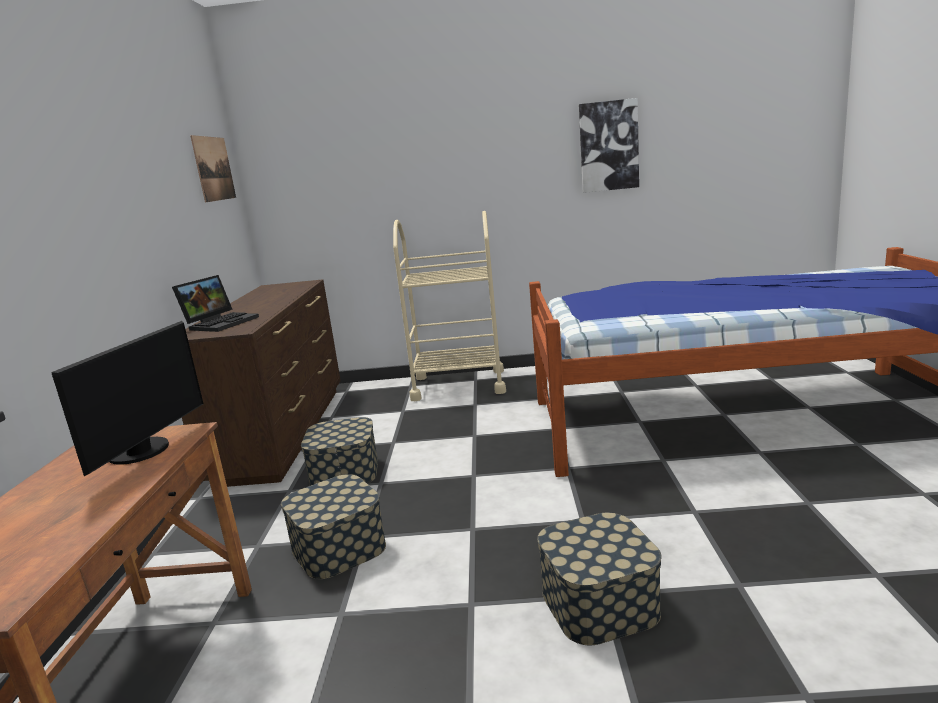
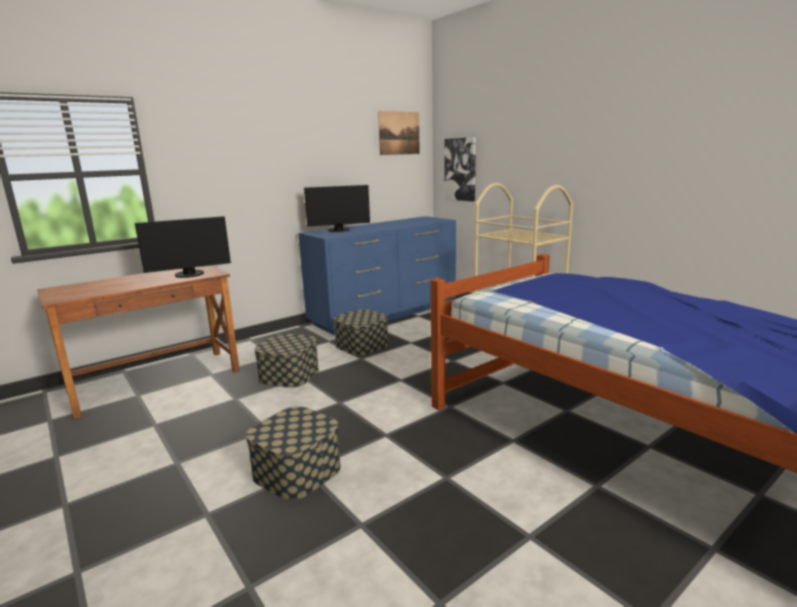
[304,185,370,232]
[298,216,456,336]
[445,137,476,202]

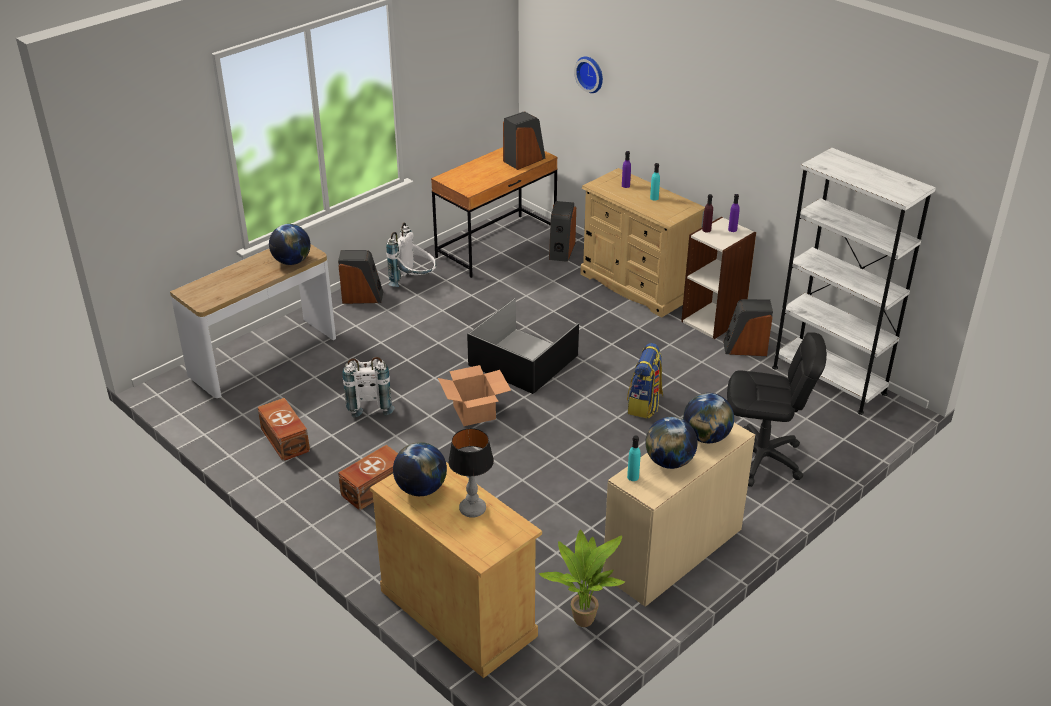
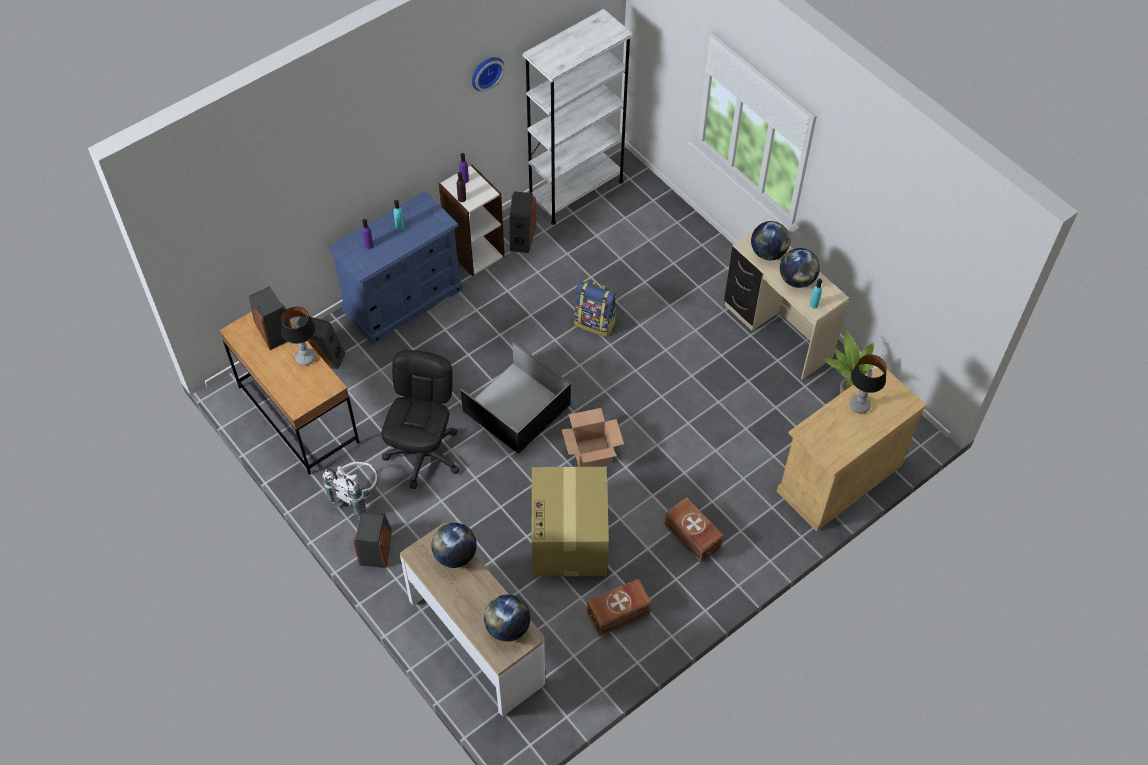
[532,467,609,577]
[484,595,530,642]
[472,57,505,92]
[328,191,463,345]
[381,350,460,489]
[281,306,316,366]

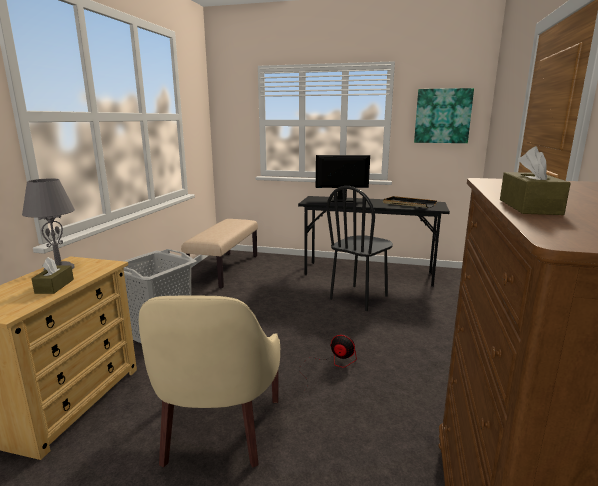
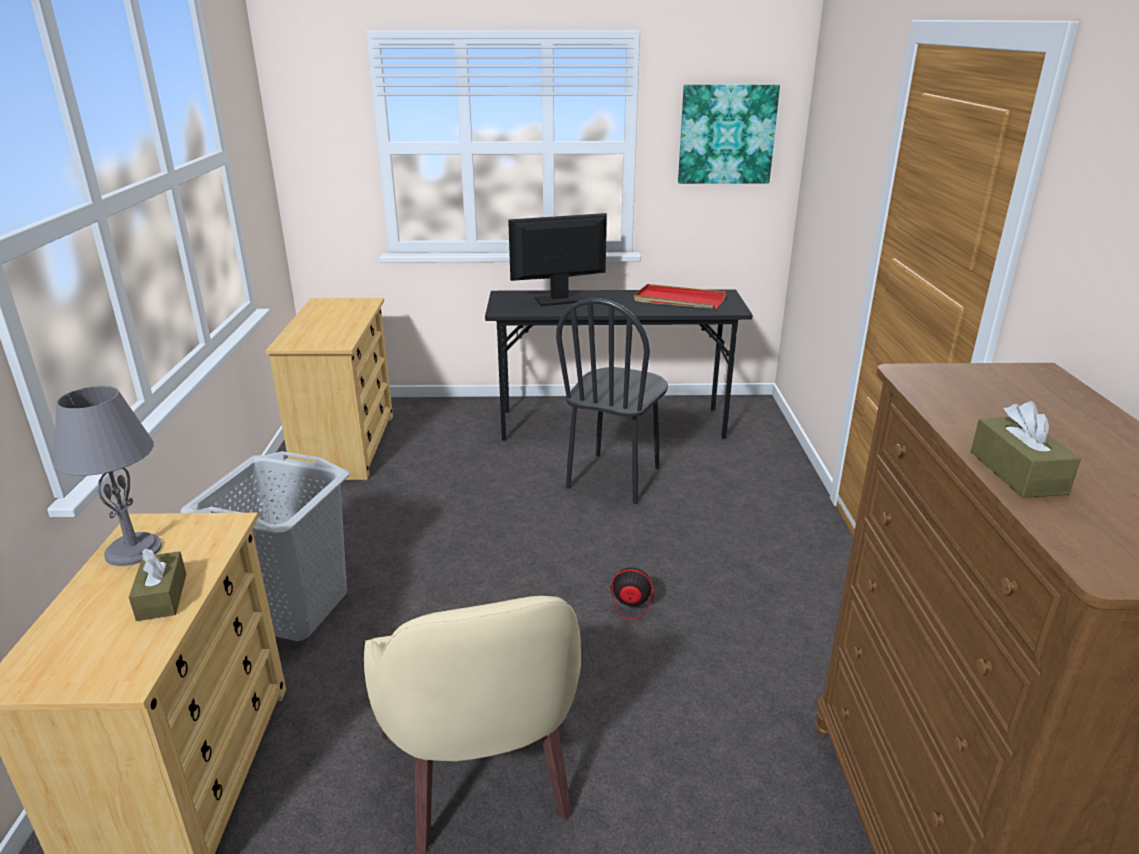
[265,298,393,480]
[634,284,726,309]

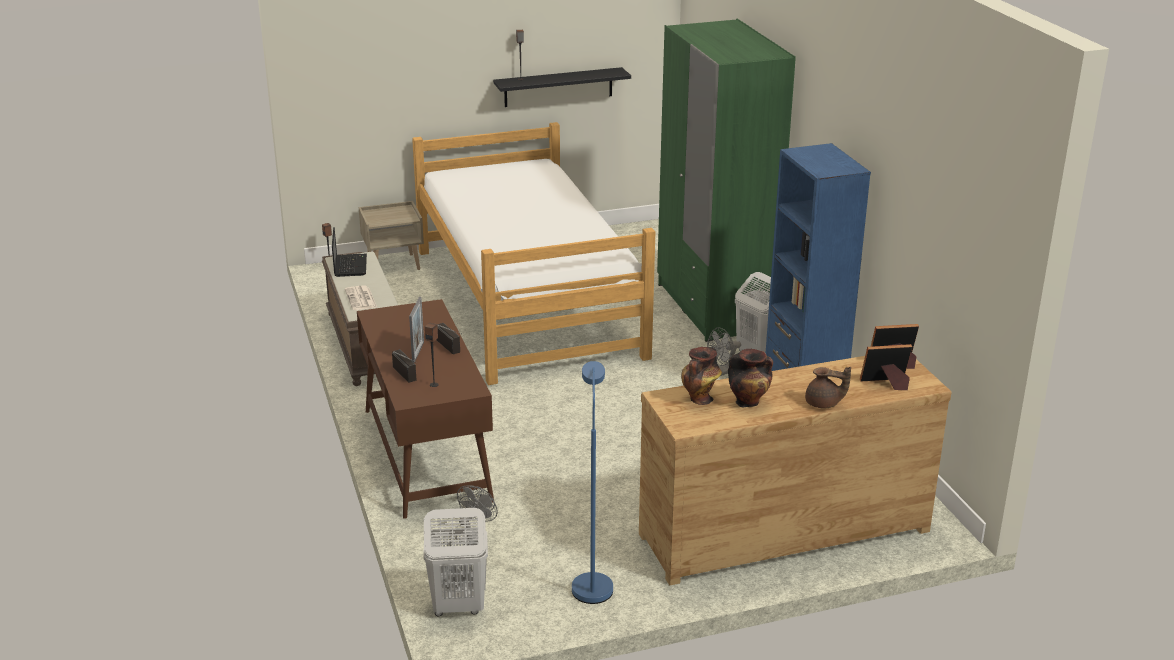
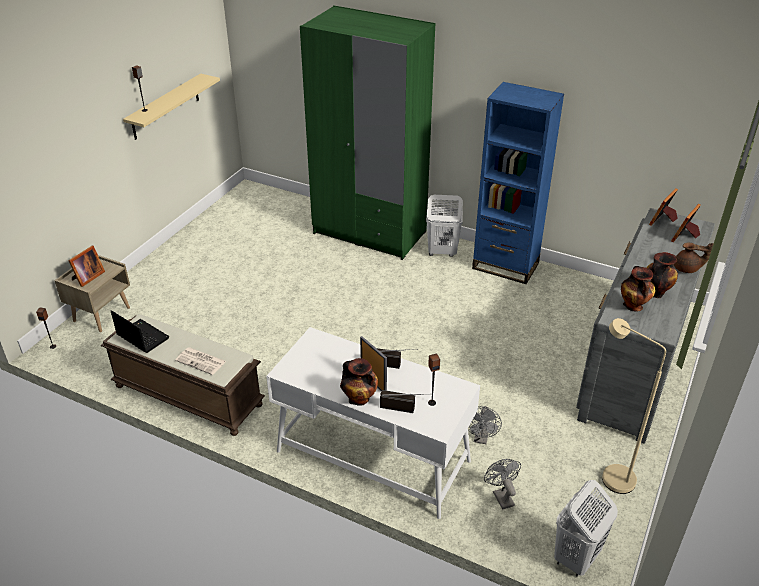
[266,327,480,519]
[412,122,655,385] (first image)
[123,74,220,140]
[602,318,666,494]
[576,208,715,443]
[468,406,502,444]
[674,242,713,273]
[68,246,105,287]
[340,358,378,406]

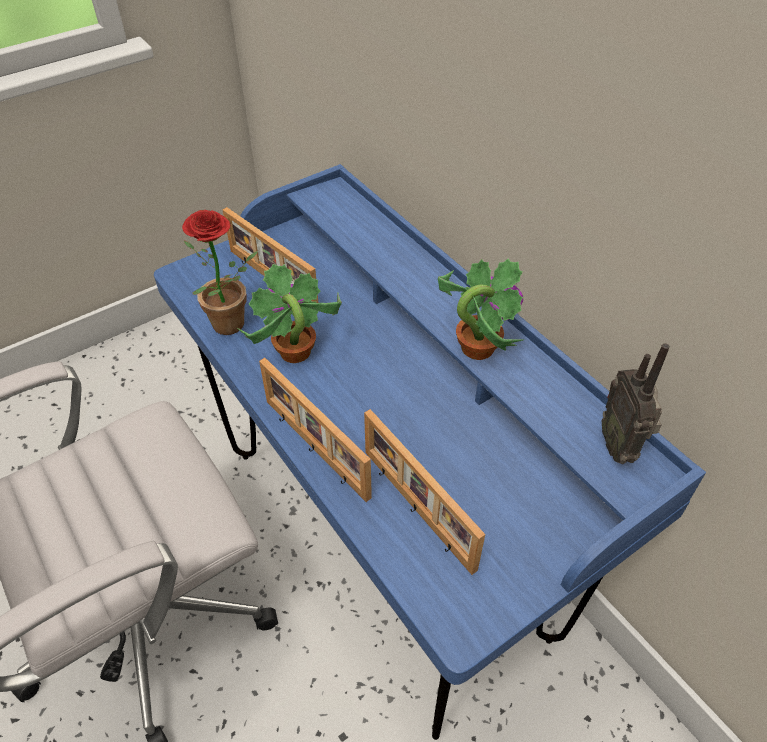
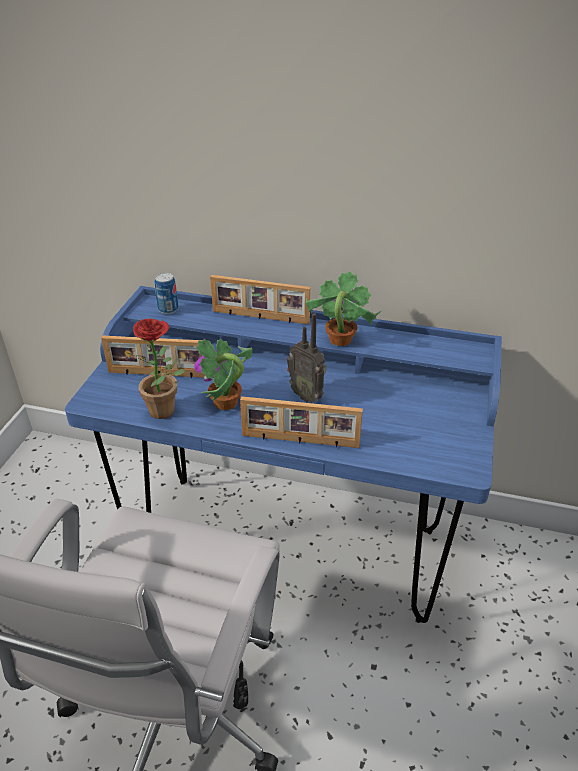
[210,275,311,324]
[287,313,326,403]
[155,273,179,314]

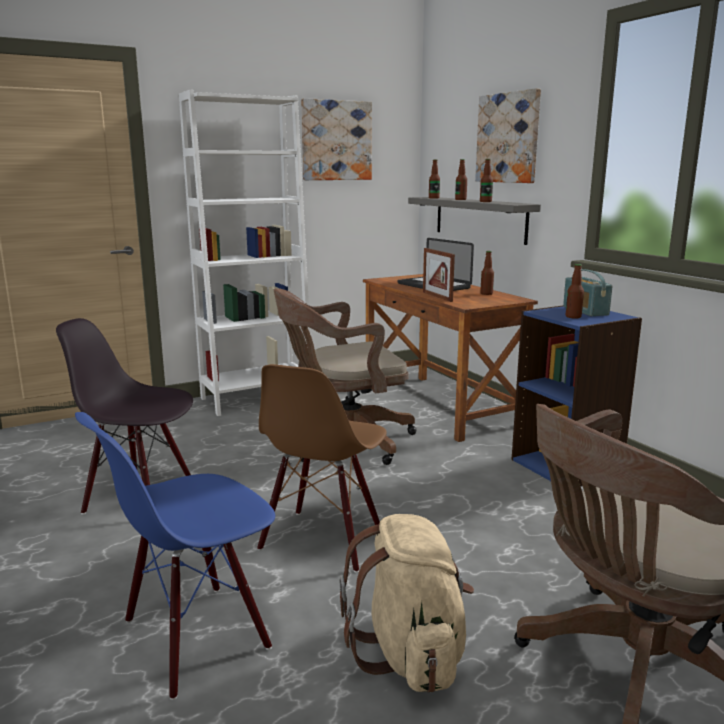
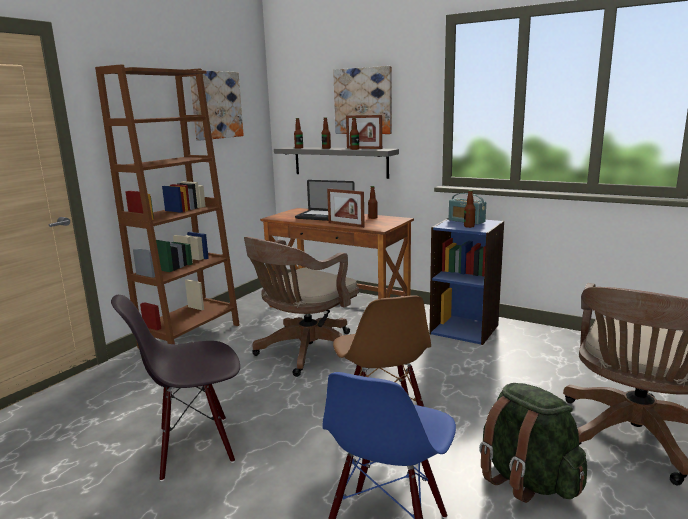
[95,65,240,348]
[479,383,587,503]
[346,115,382,149]

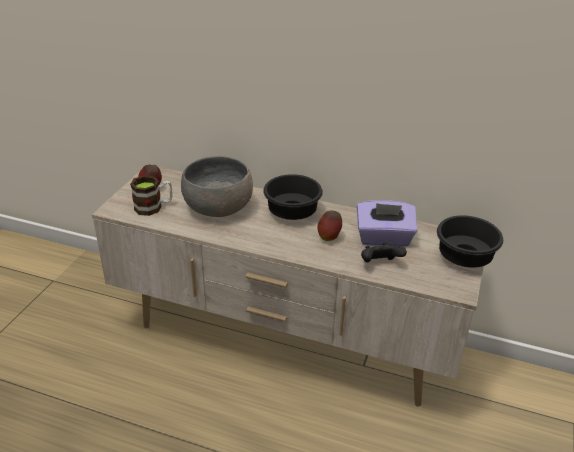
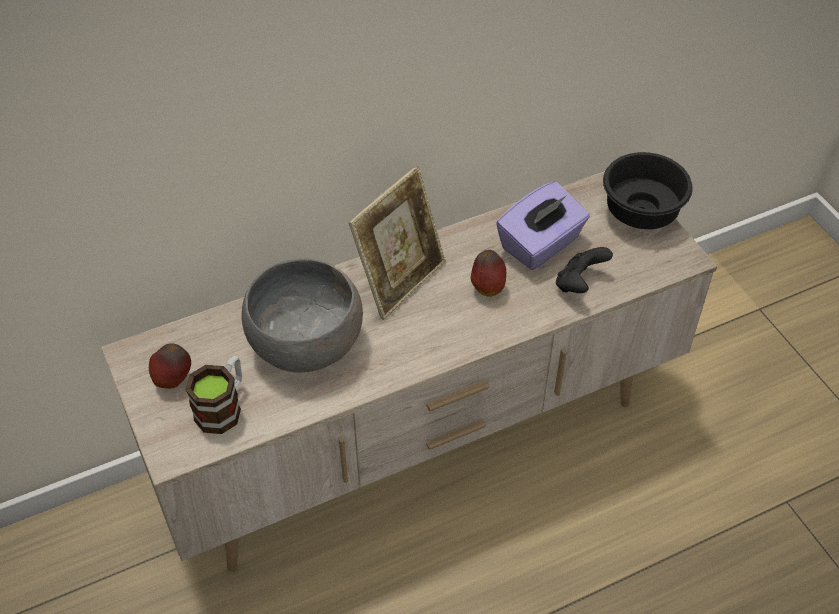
[349,166,446,320]

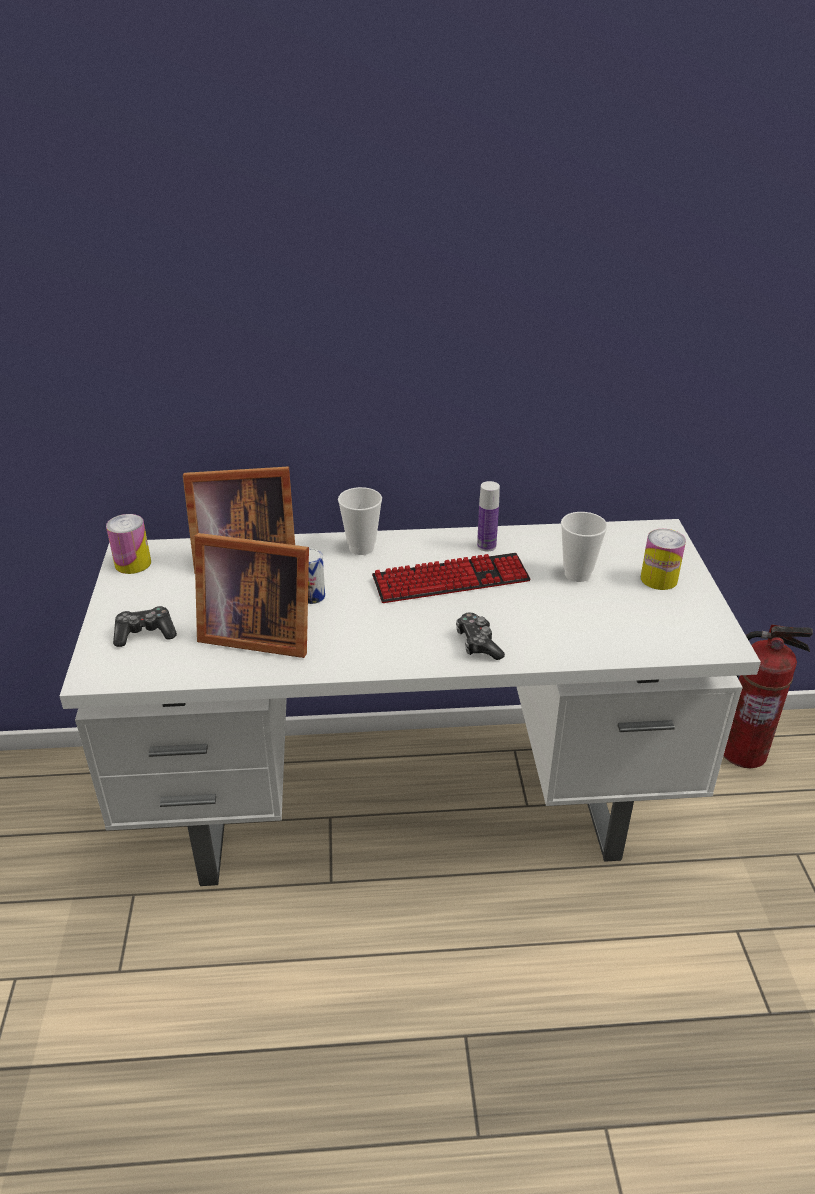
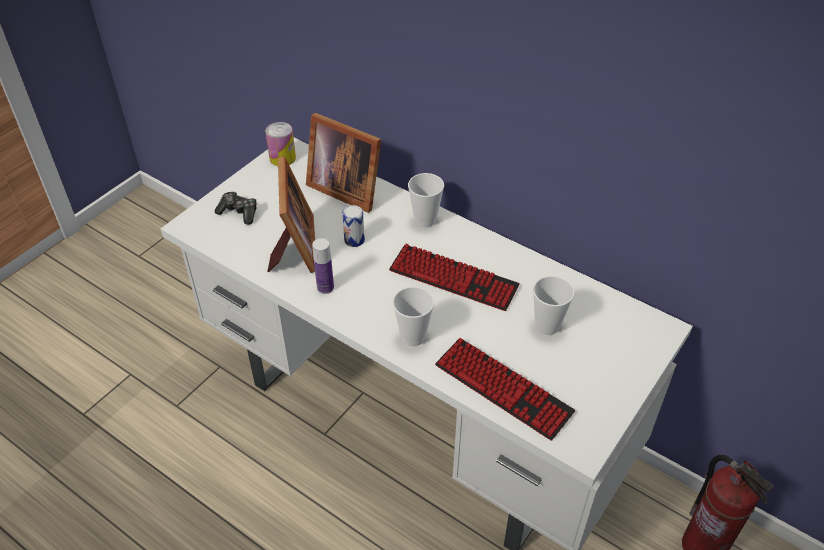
[267,156,315,273]
[393,287,434,346]
[312,238,334,294]
[641,529,686,590] (first image)
[435,338,575,440]

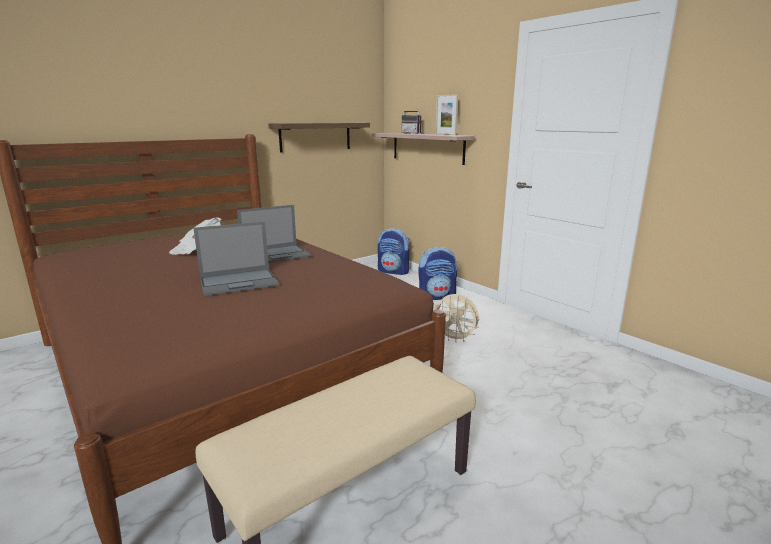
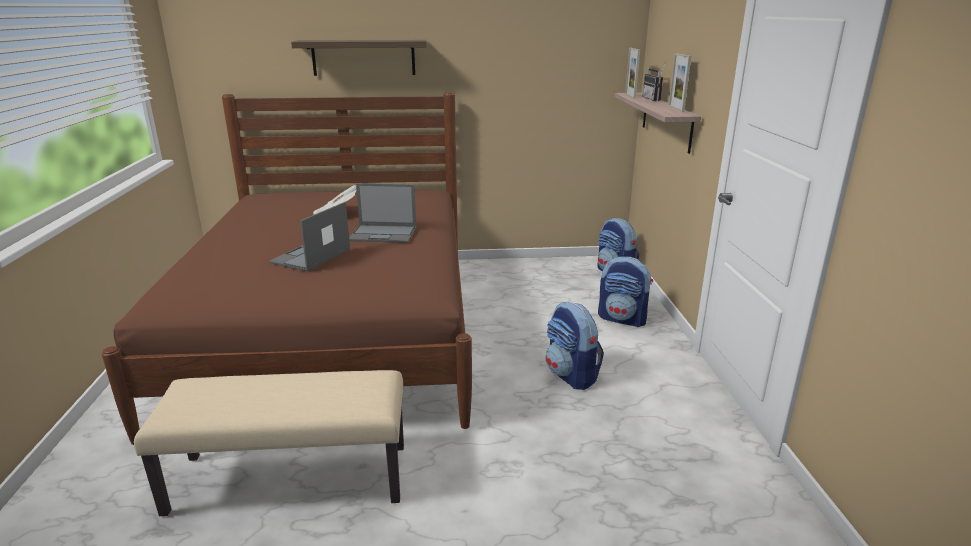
[269,202,350,271]
[291,40,427,76]
[546,302,604,390]
[625,48,640,99]

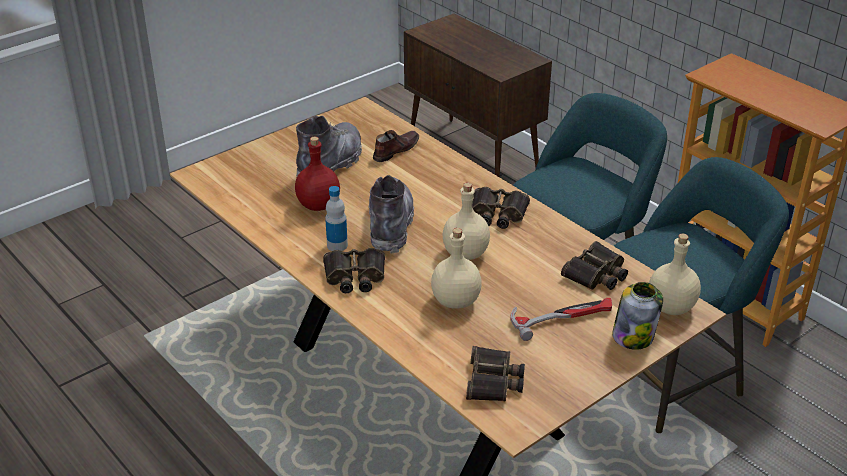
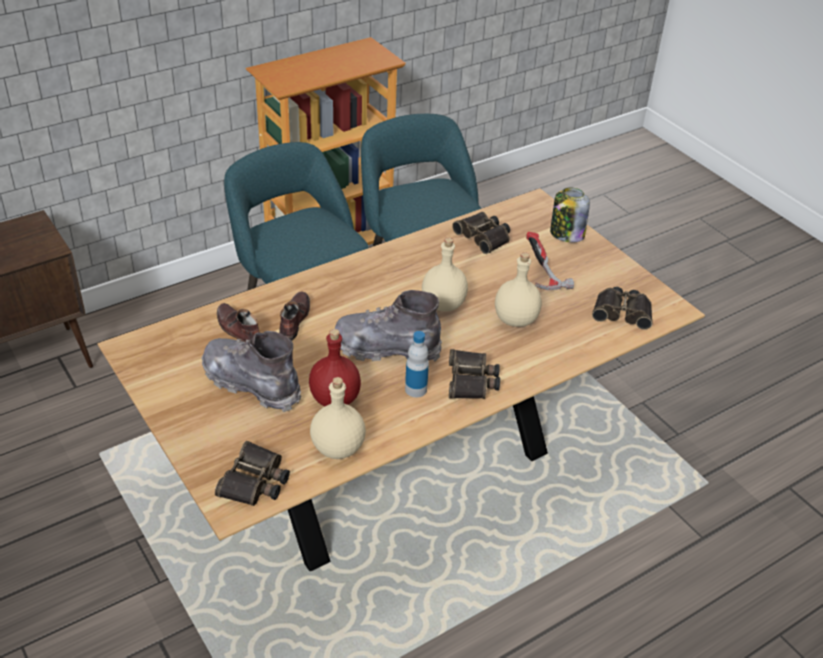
[215,441,290,506]
[310,377,366,459]
[279,291,310,341]

